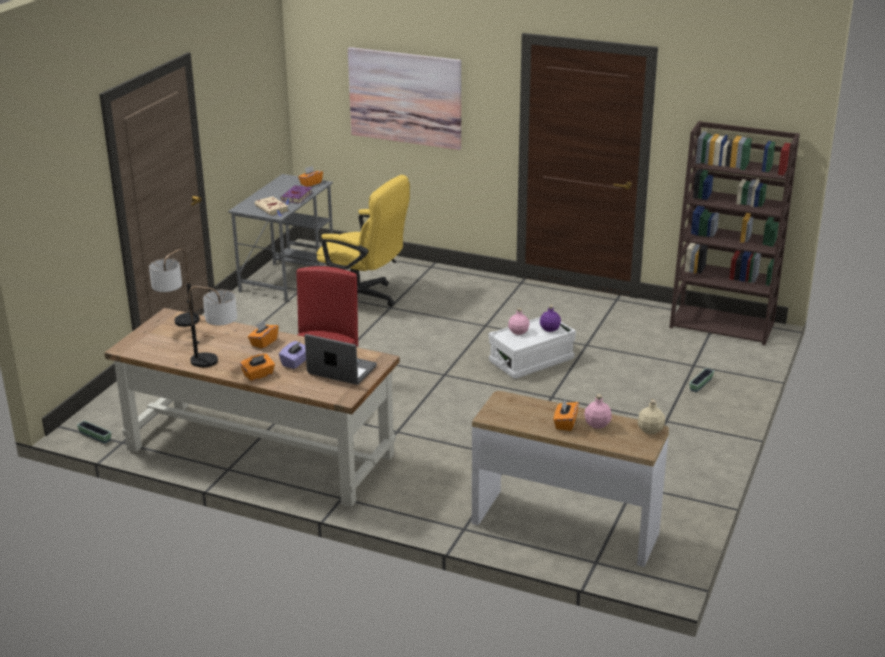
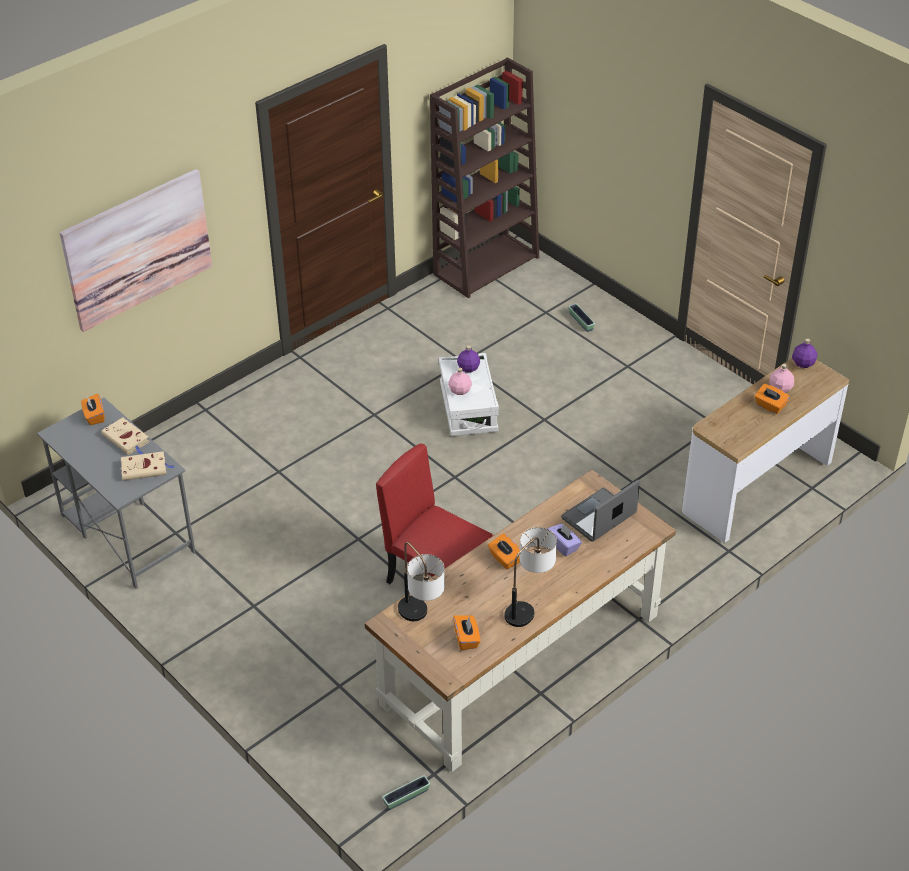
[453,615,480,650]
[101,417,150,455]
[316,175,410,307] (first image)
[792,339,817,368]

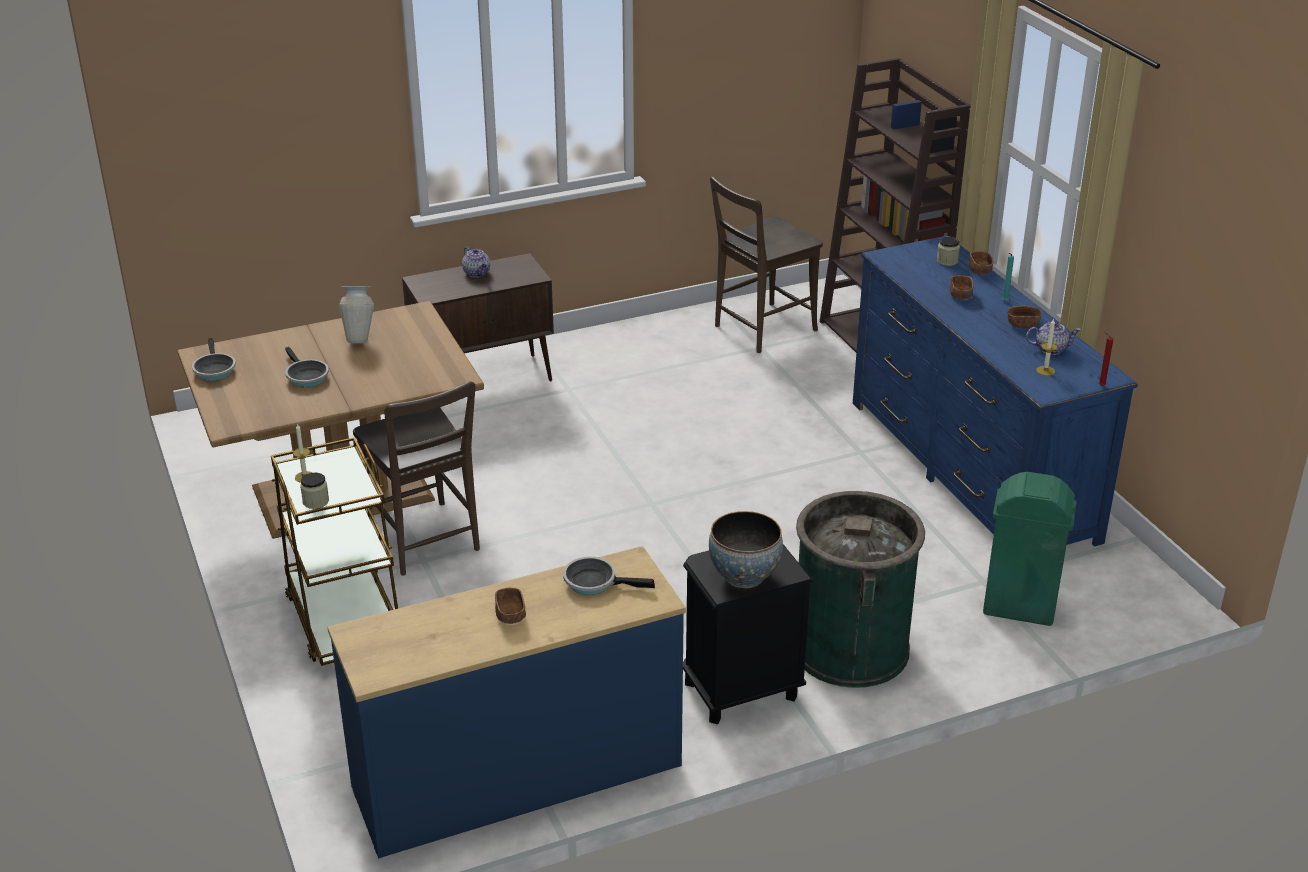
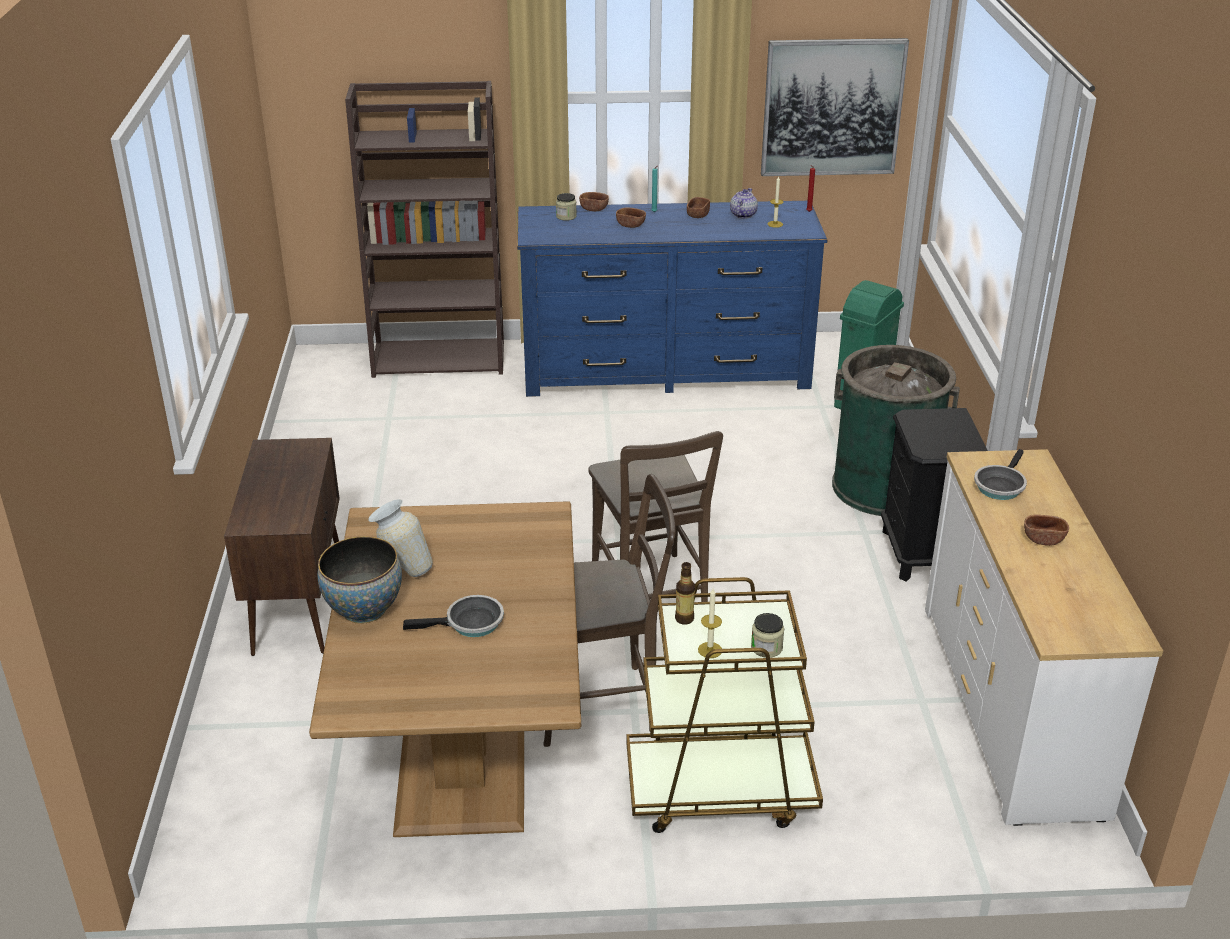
[192,338,236,381] (first image)
[925,449,1163,826]
[462,246,490,277] (first image)
[318,536,402,624]
[588,431,723,602]
[675,562,695,625]
[761,38,909,176]

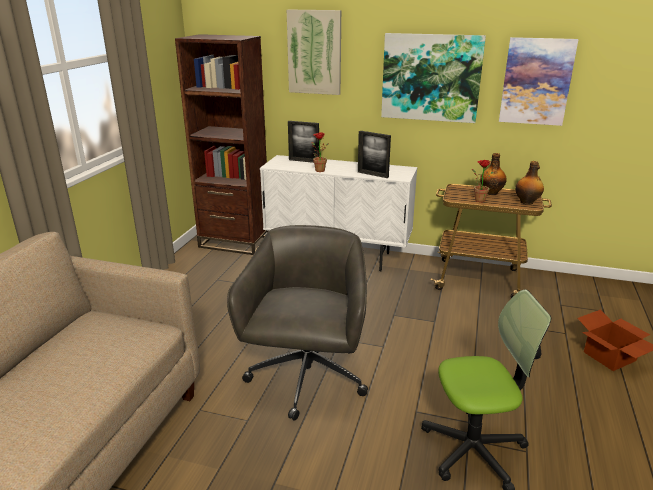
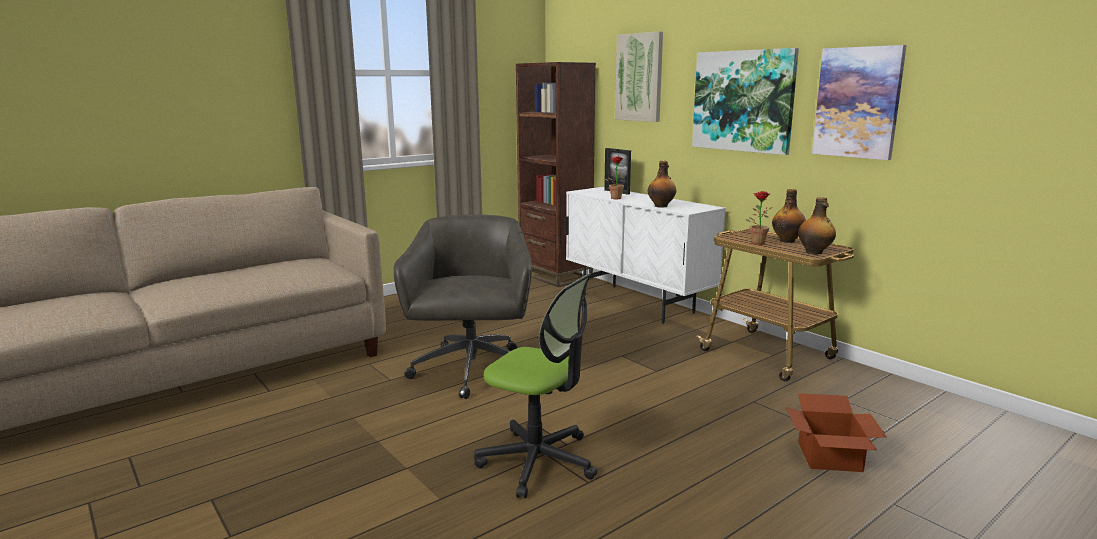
[393,215,532,399]
[648,161,677,208]

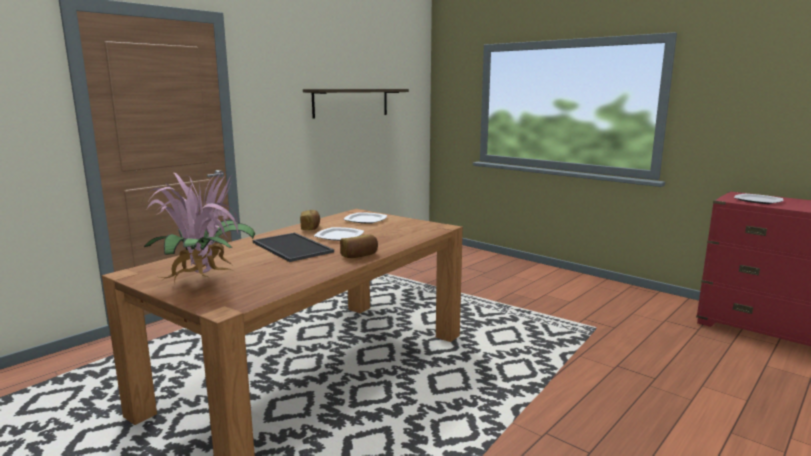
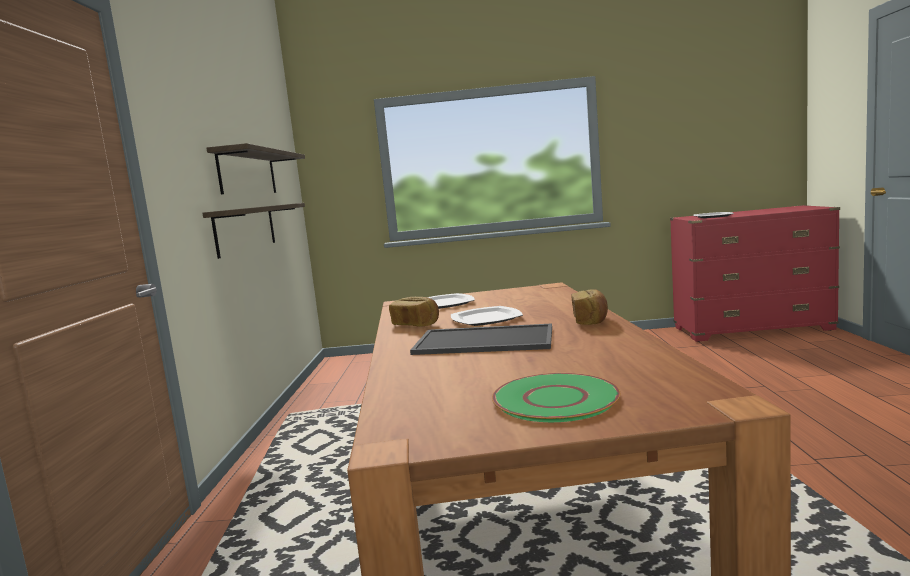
[492,373,621,422]
[202,203,305,259]

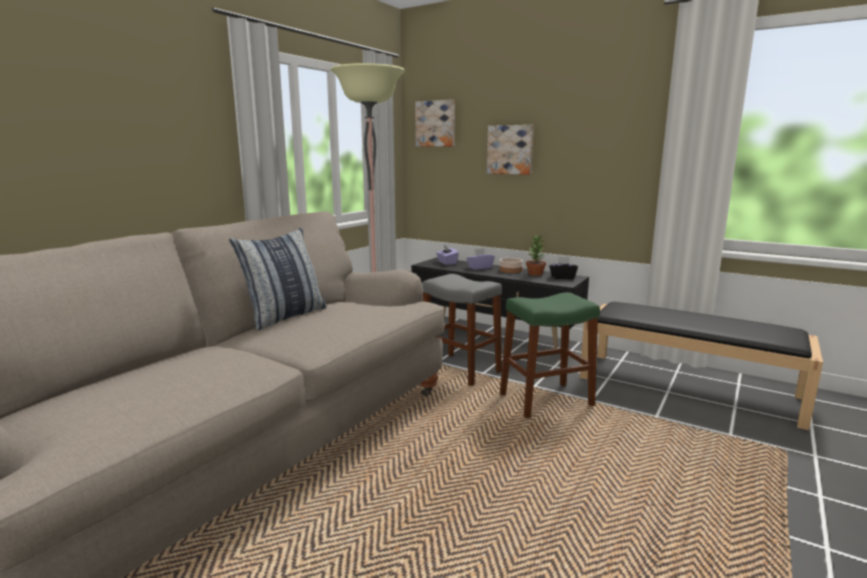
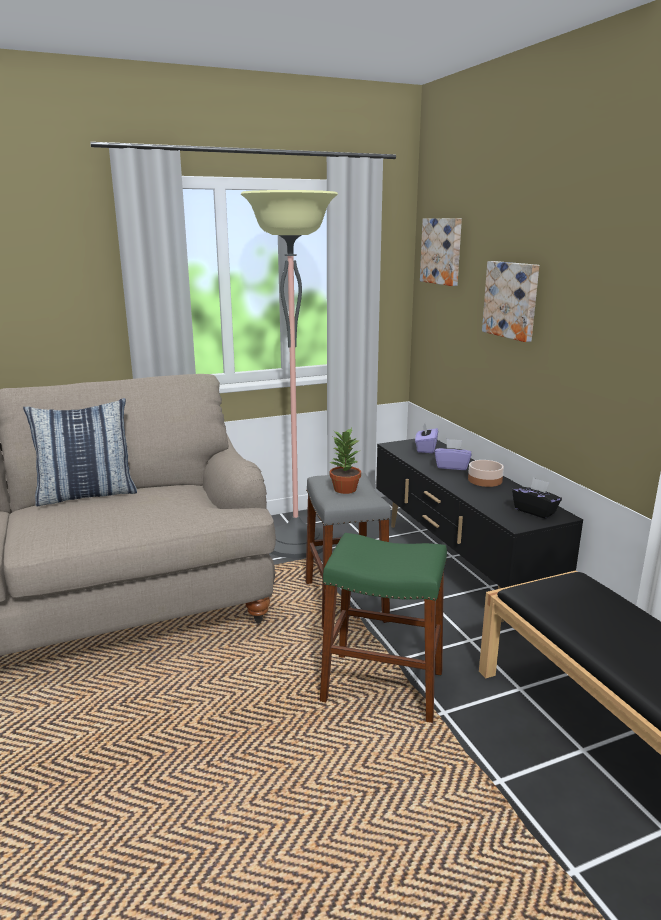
[330,428,361,494]

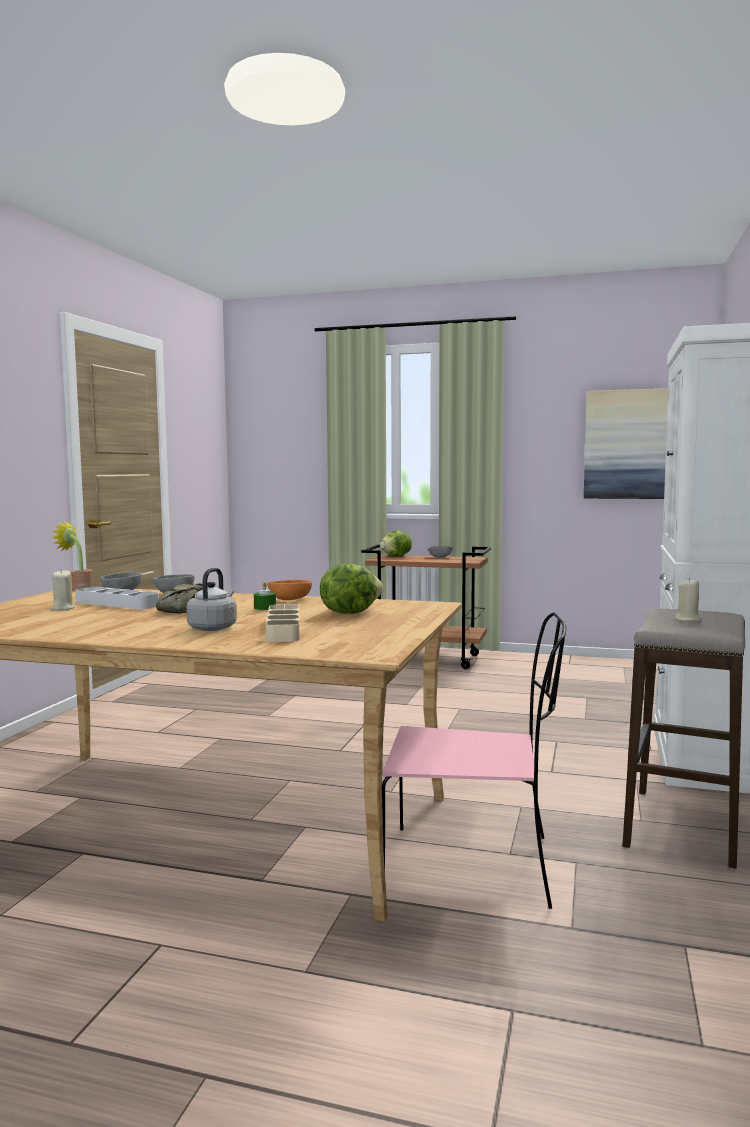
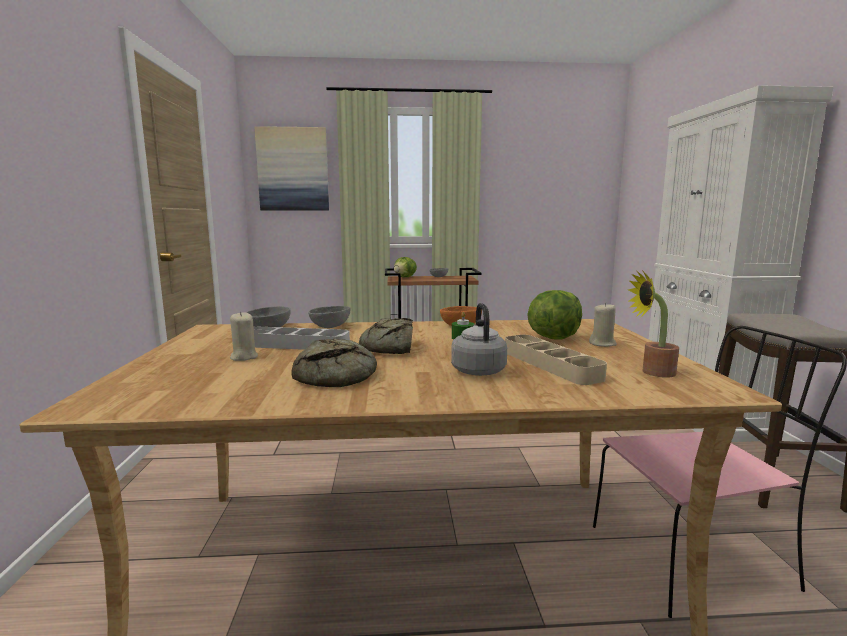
[628,270,679,378]
[255,126,329,211]
[589,303,617,347]
[291,339,377,387]

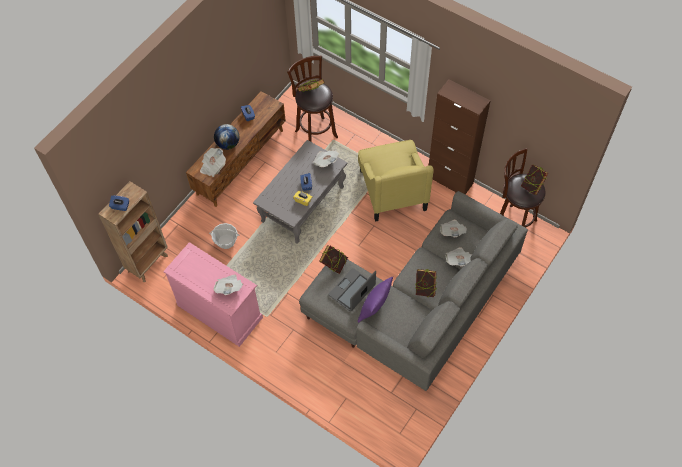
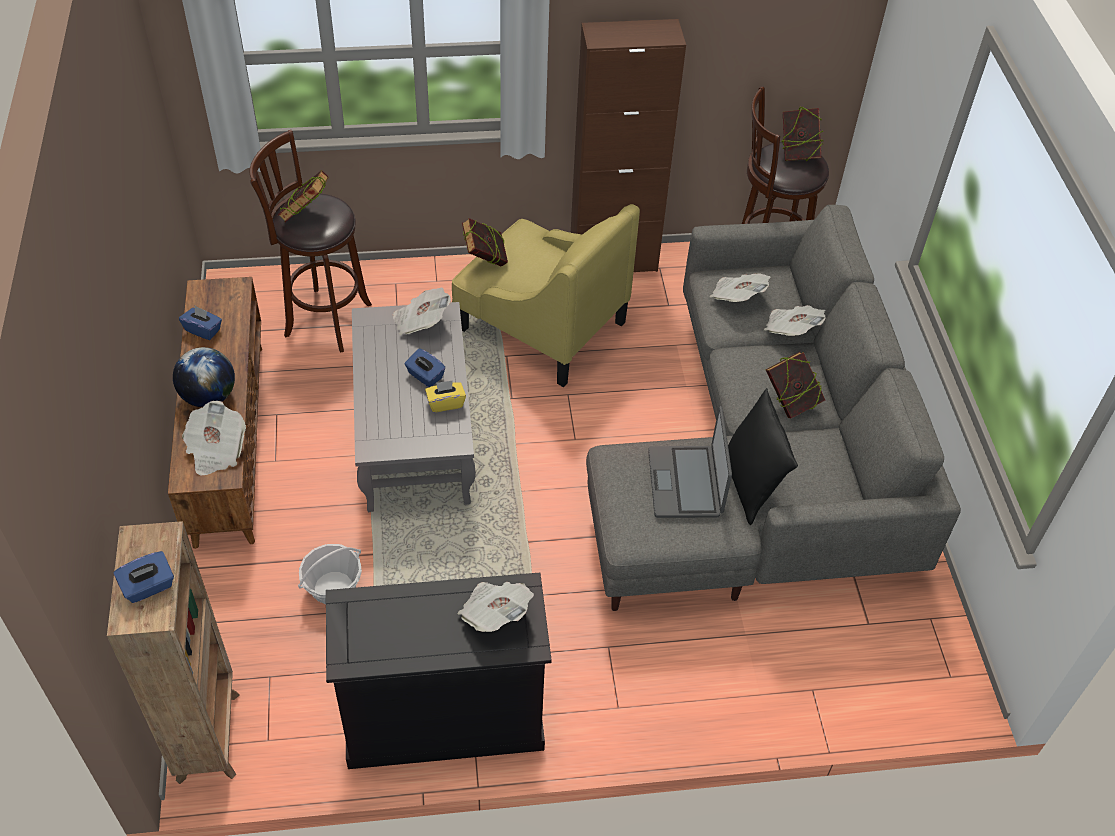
[326,573,552,769]
[462,218,508,266]
[728,388,798,525]

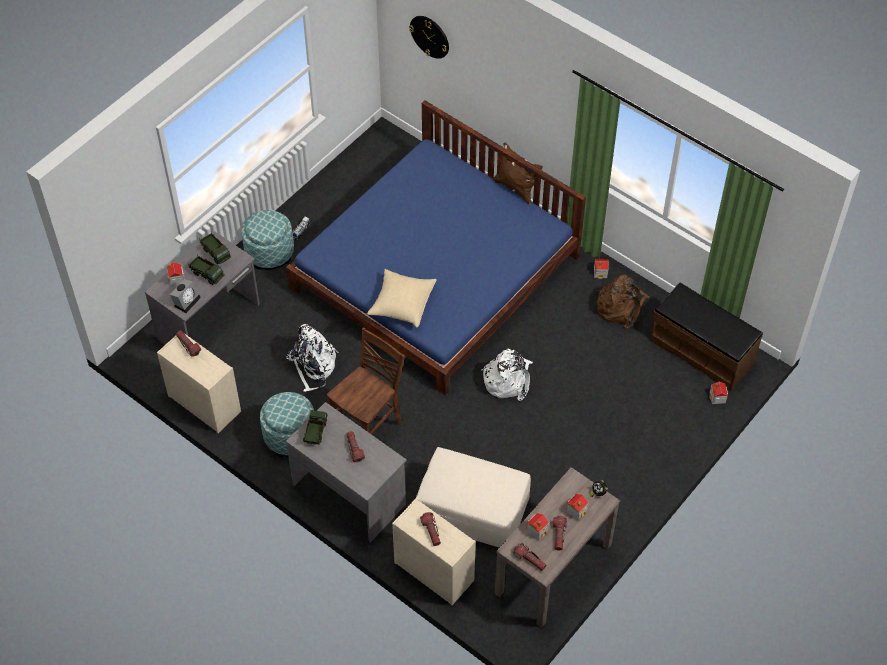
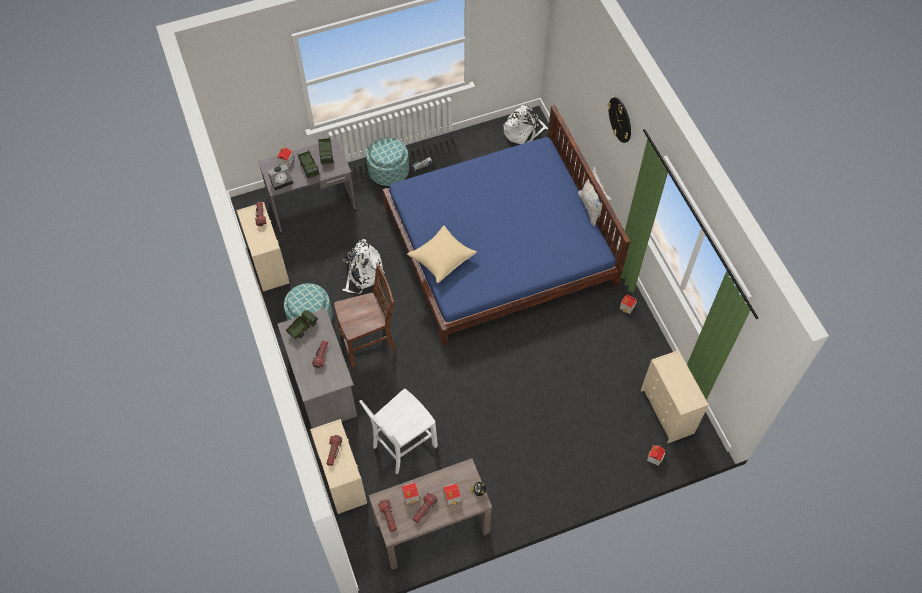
[607,97,631,143]
[359,389,438,474]
[503,105,548,144]
[578,167,612,227]
[597,275,650,329] (first image)
[641,350,709,443]

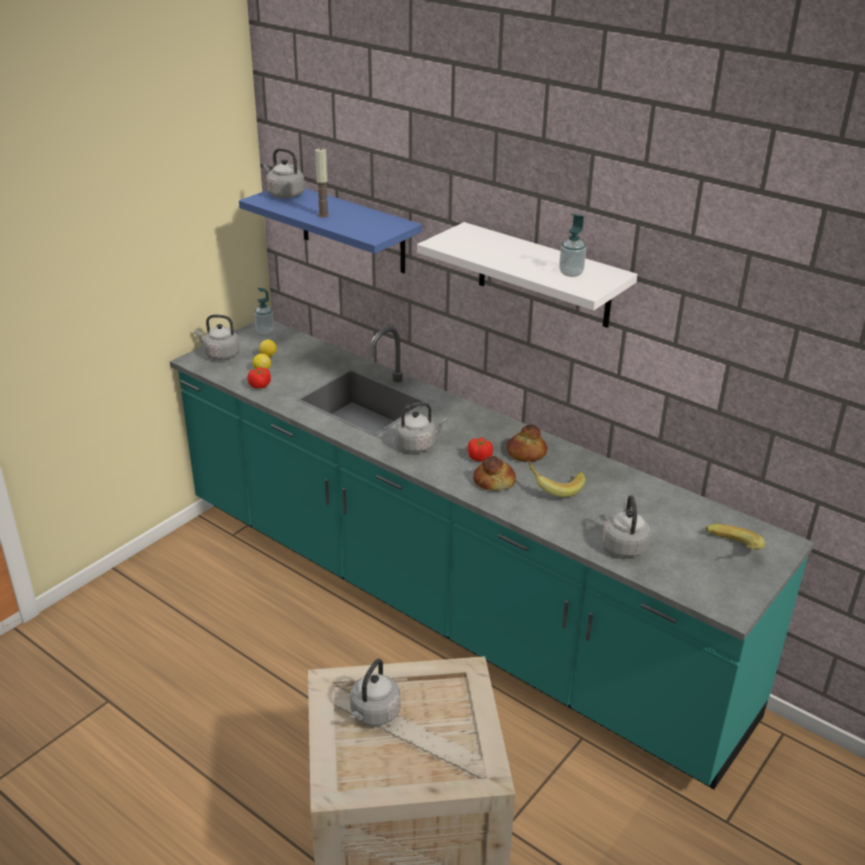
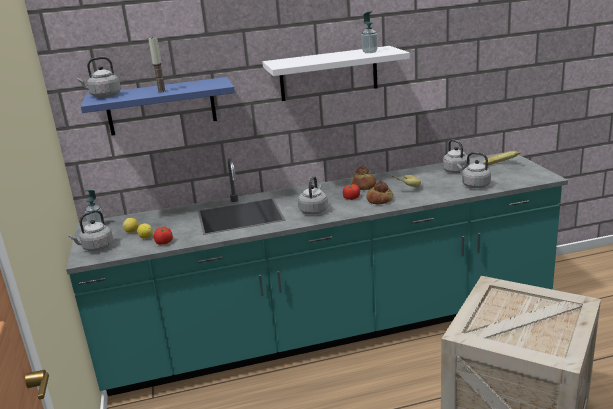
[443,139,470,173]

